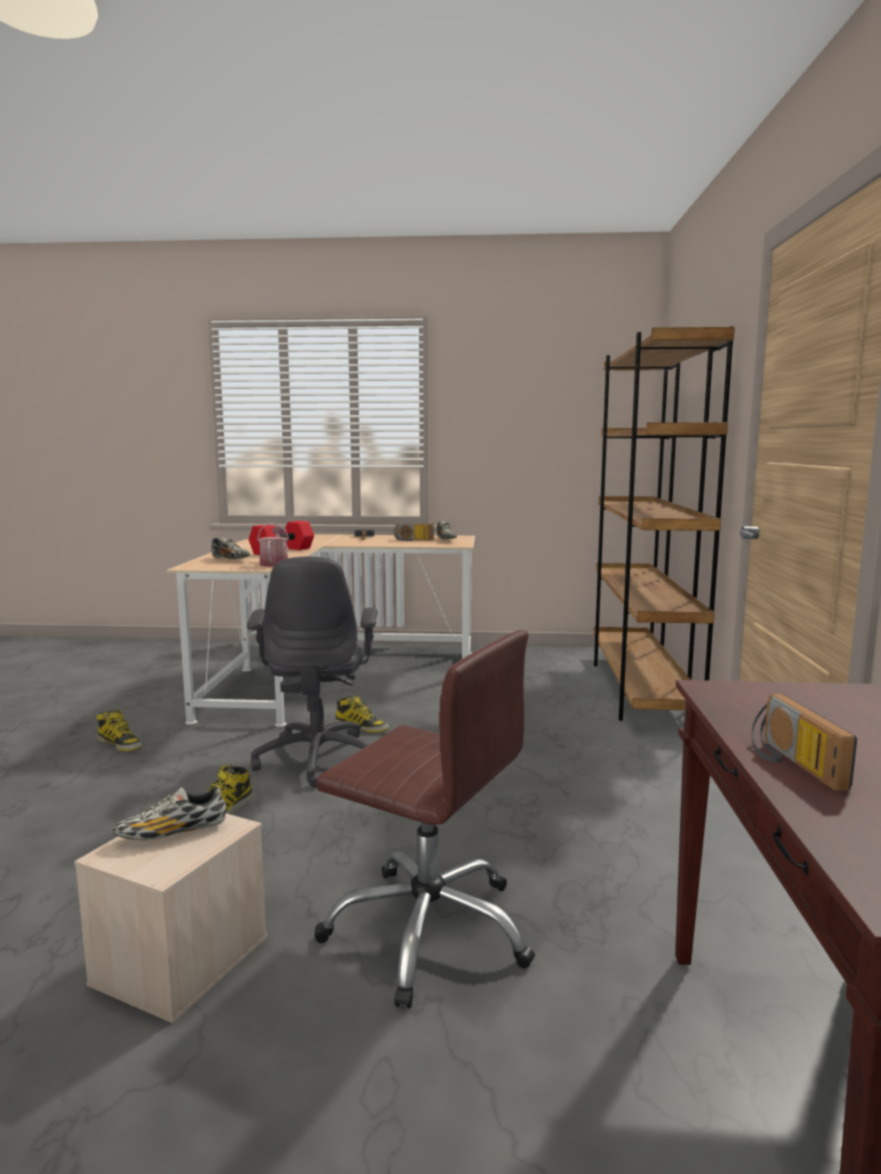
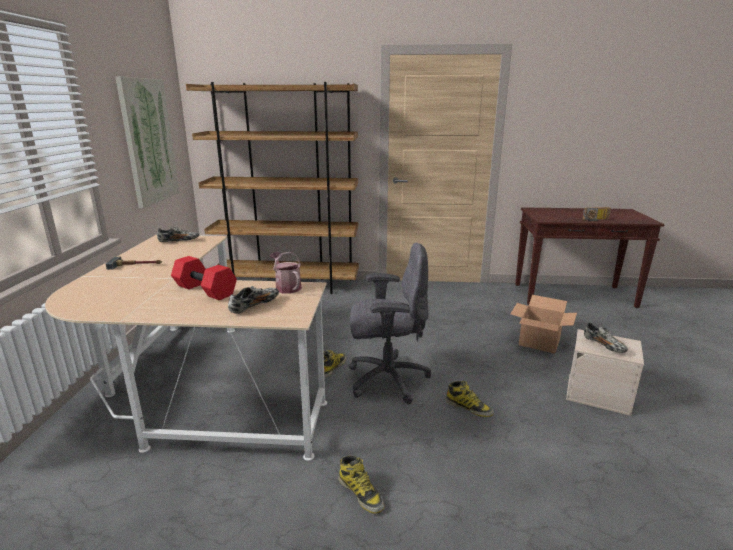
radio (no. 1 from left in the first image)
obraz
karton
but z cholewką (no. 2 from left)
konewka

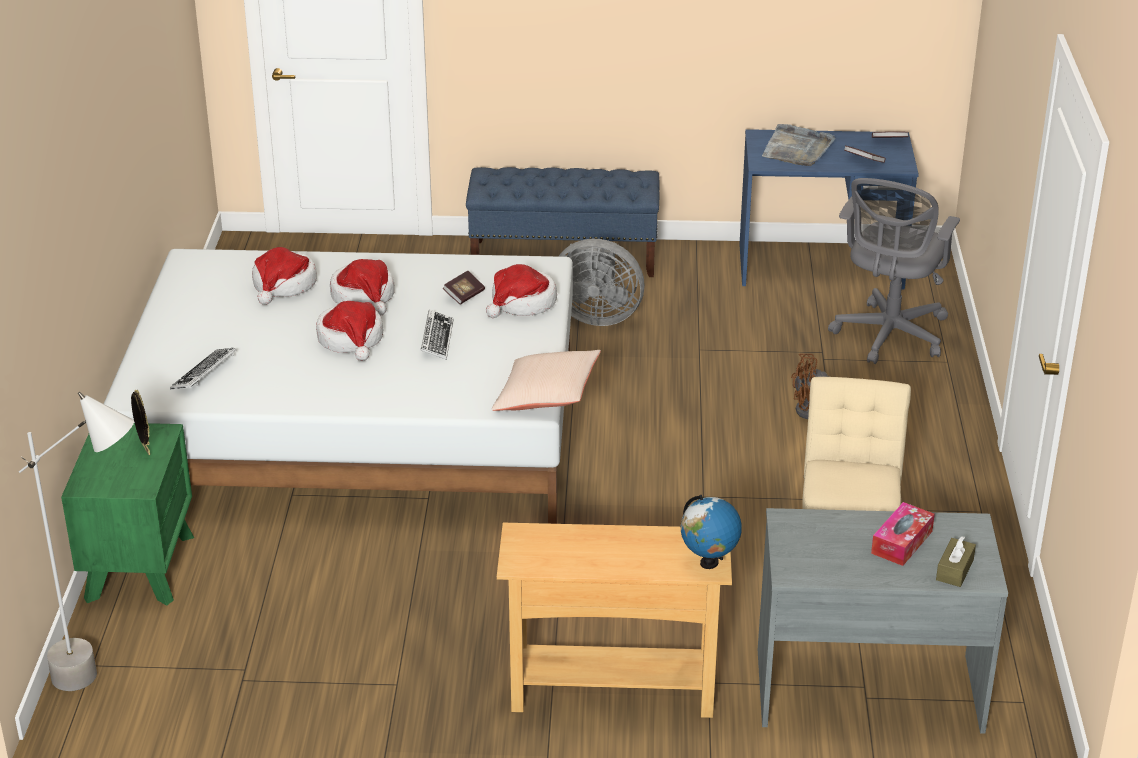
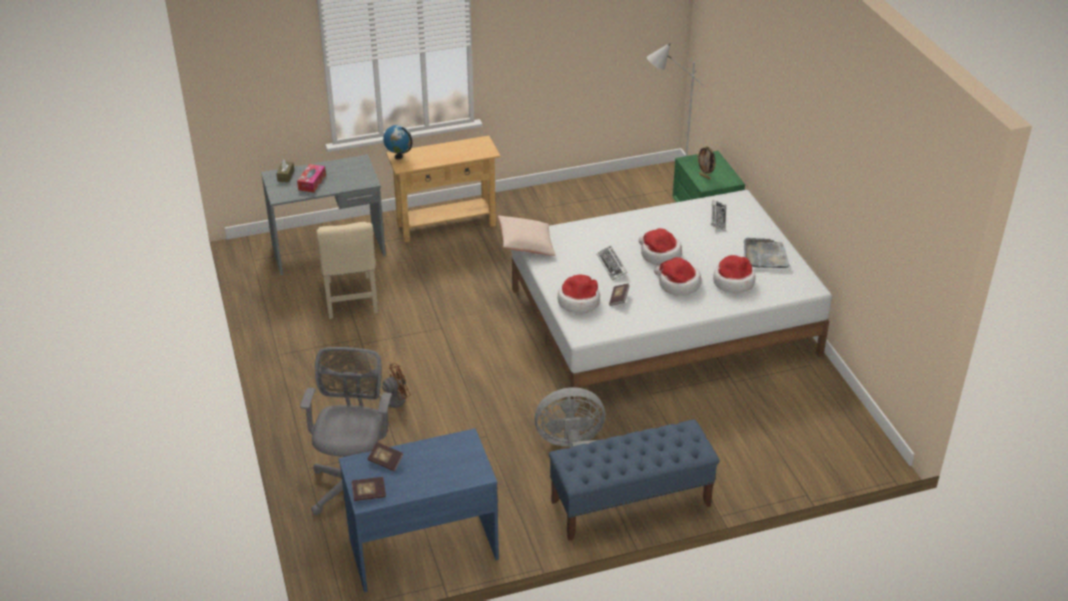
taca [szary]

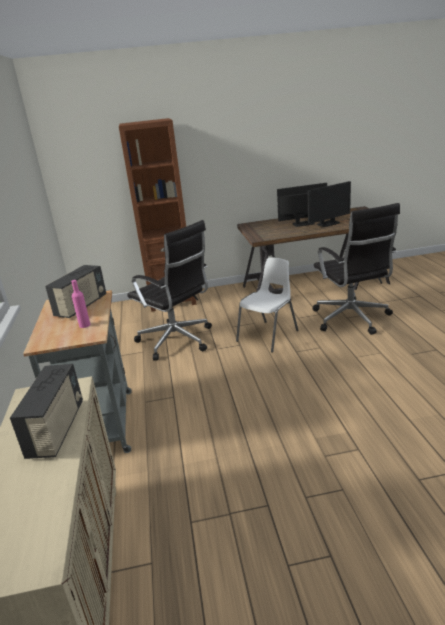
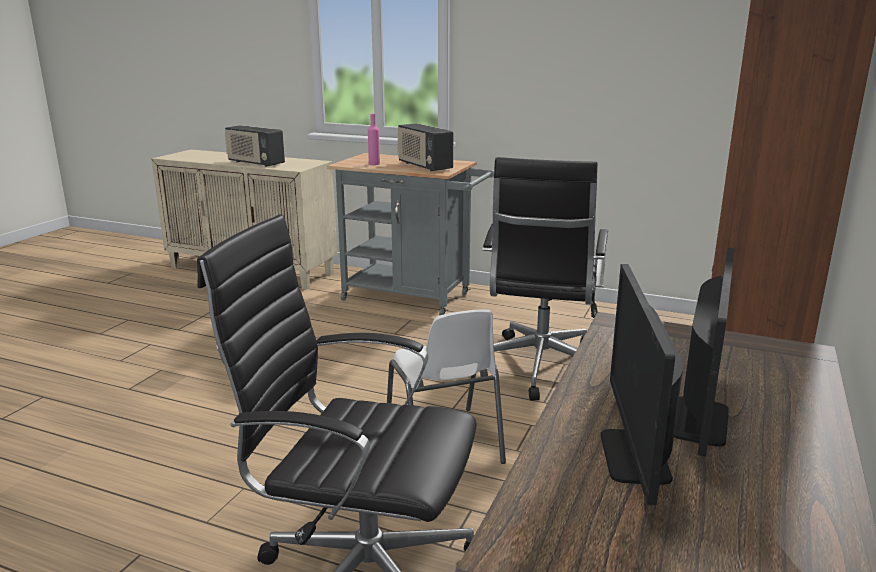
krzesło biurowe [czarny] (no. 2 from left)

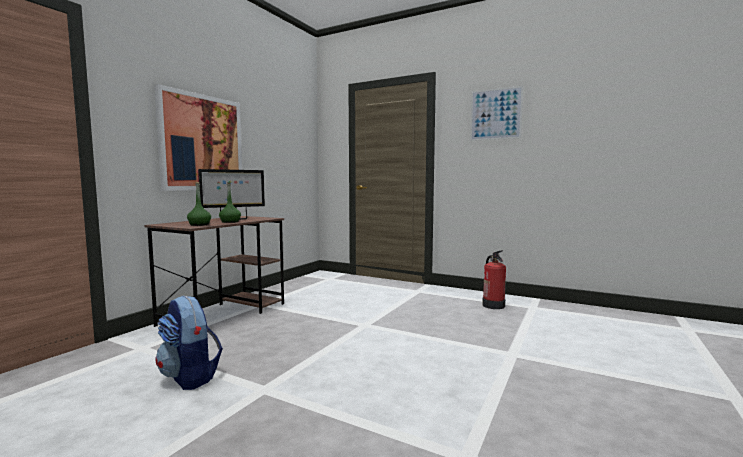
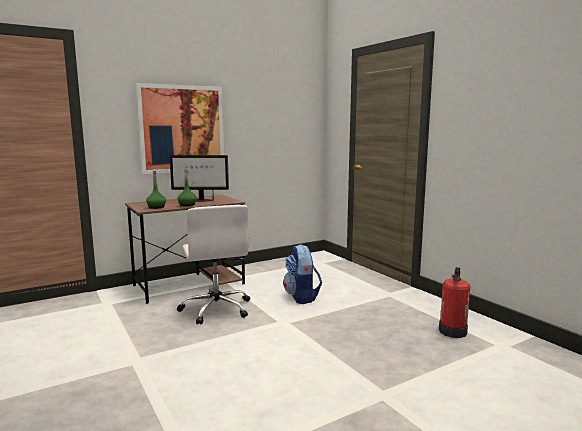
obraz (no. 2 from left in the first image)
krzesło biurowe [biały]
plecak

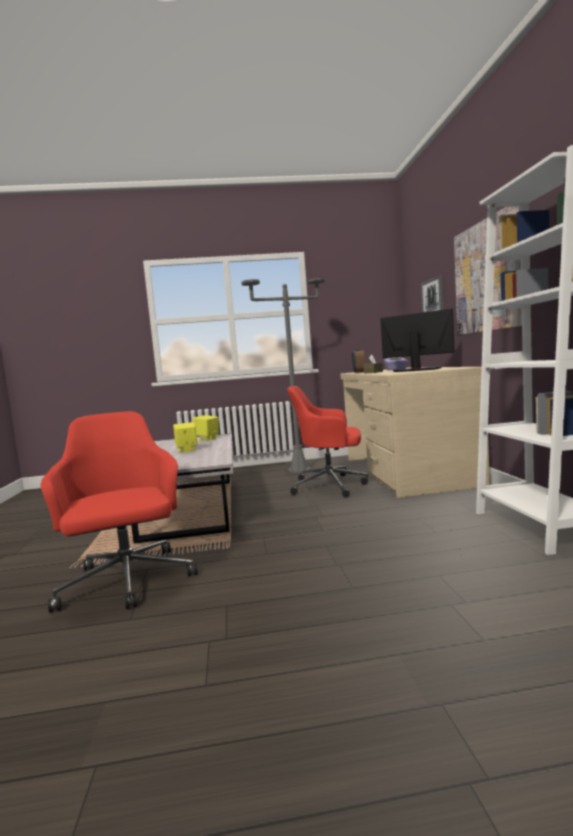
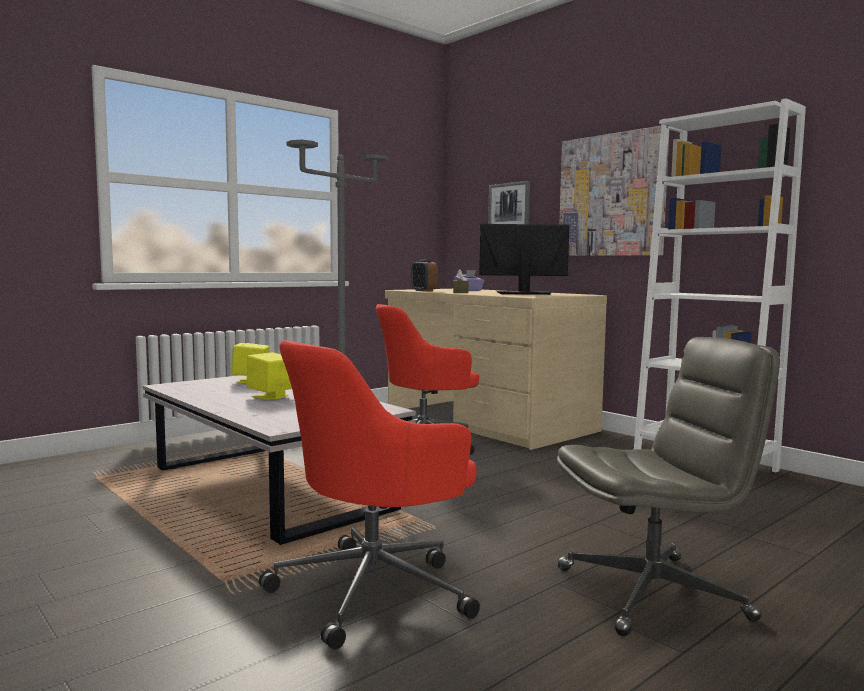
krzesło biurowe [szary]
krzesło biurowe [czerwony] (no. 1 from left)

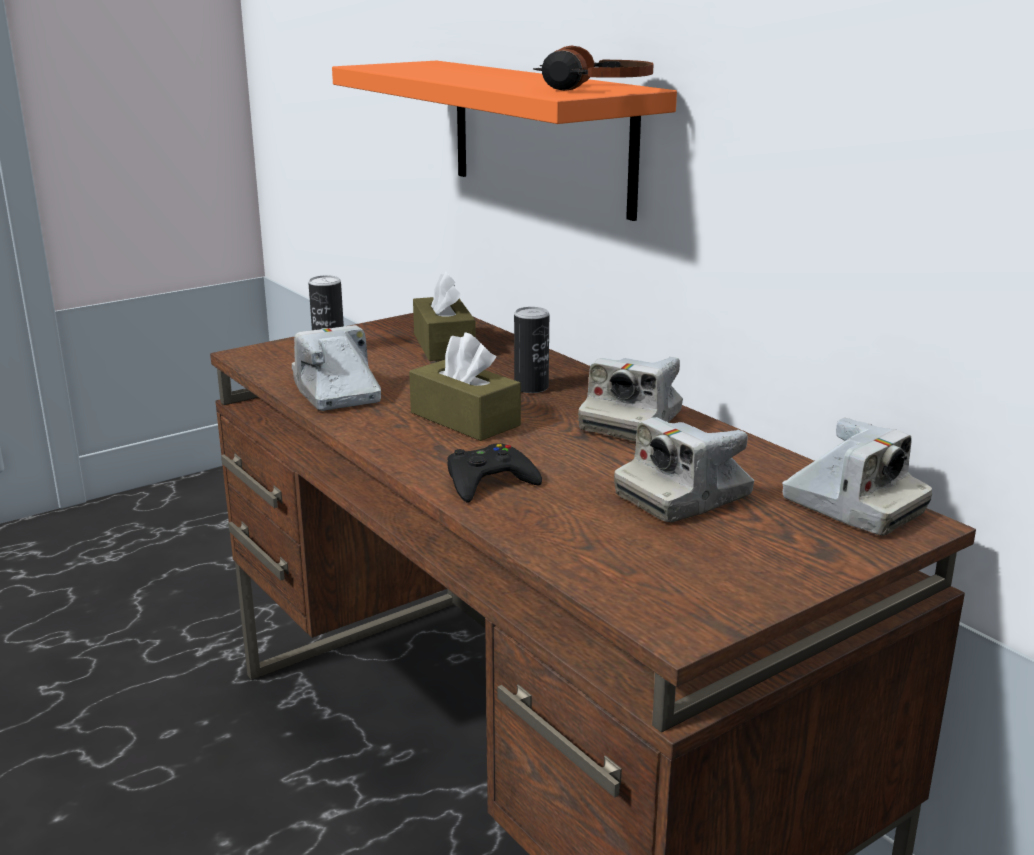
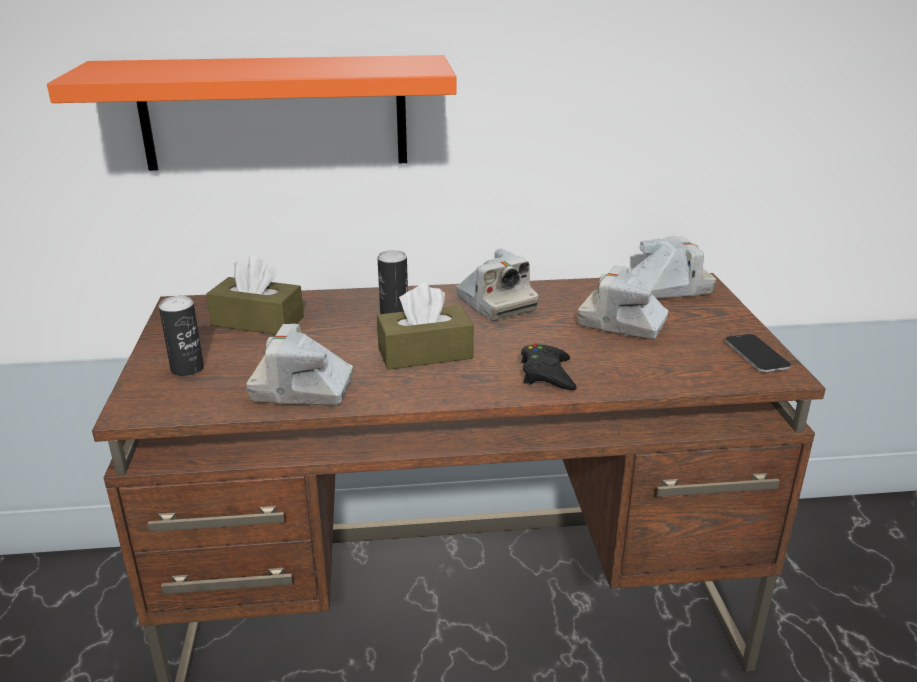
słuchawki
telefon
aparat fotograficzny (no. 3 from left)

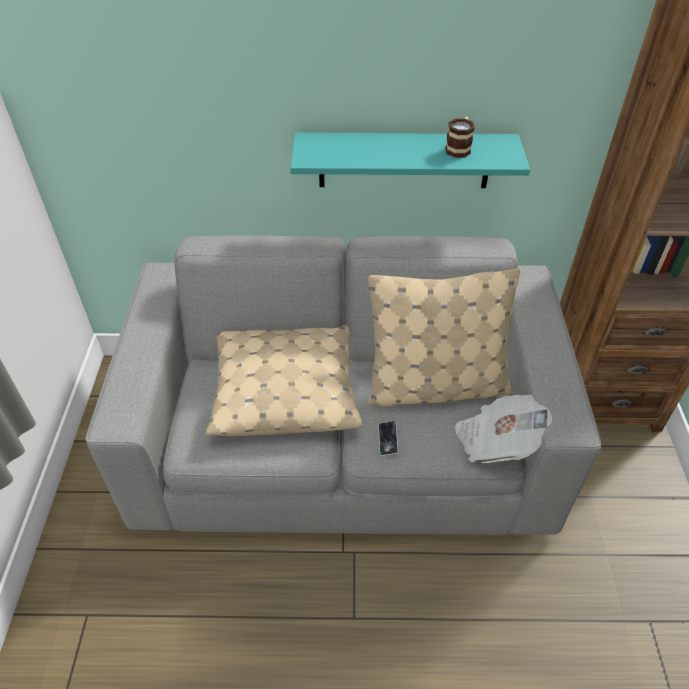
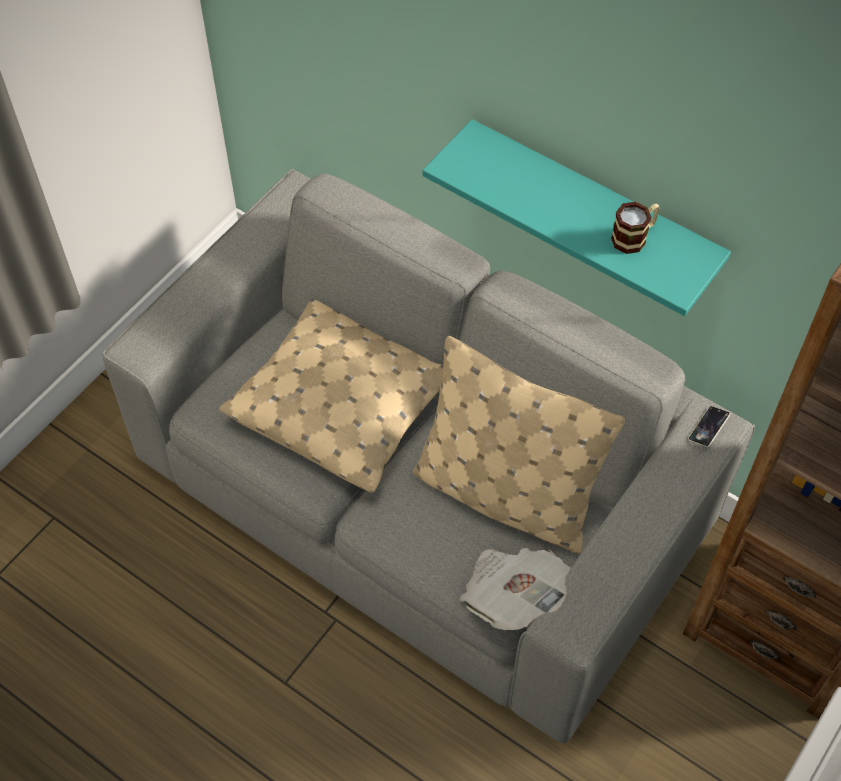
telefon

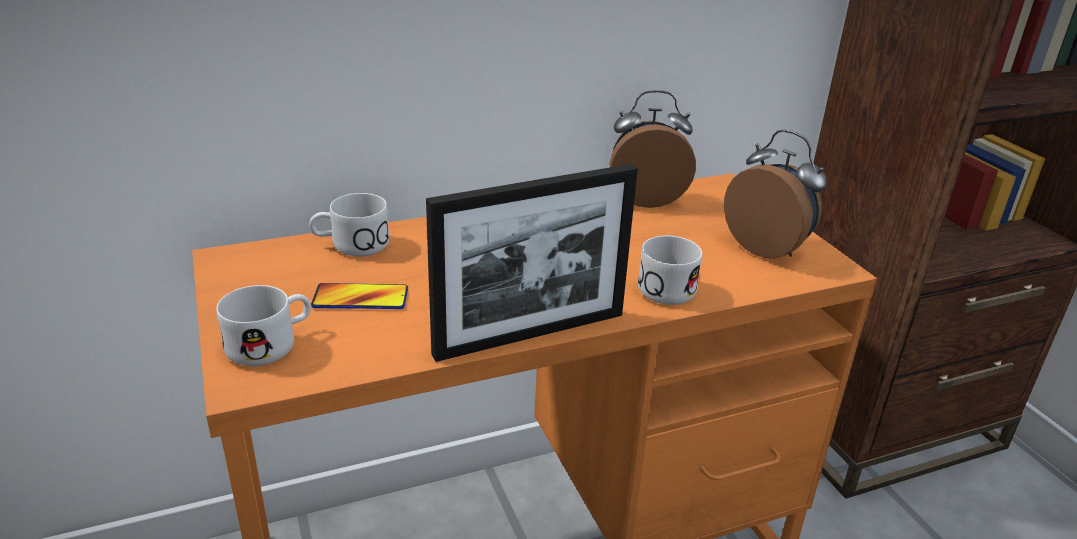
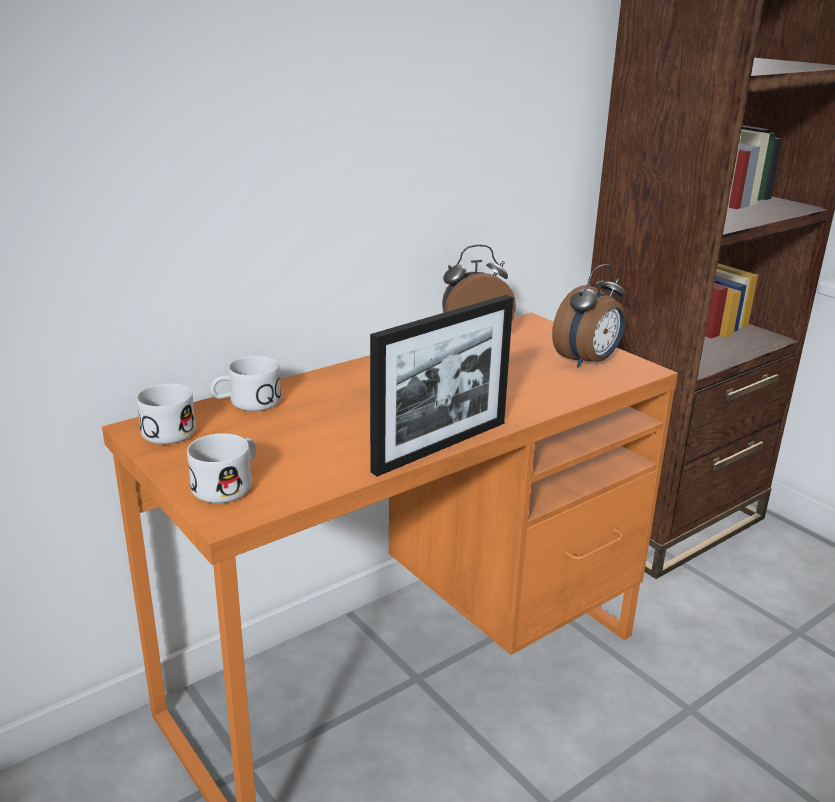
telefon
kubek [biały] (no. 1 from left)
budzik (no. 2 from left)

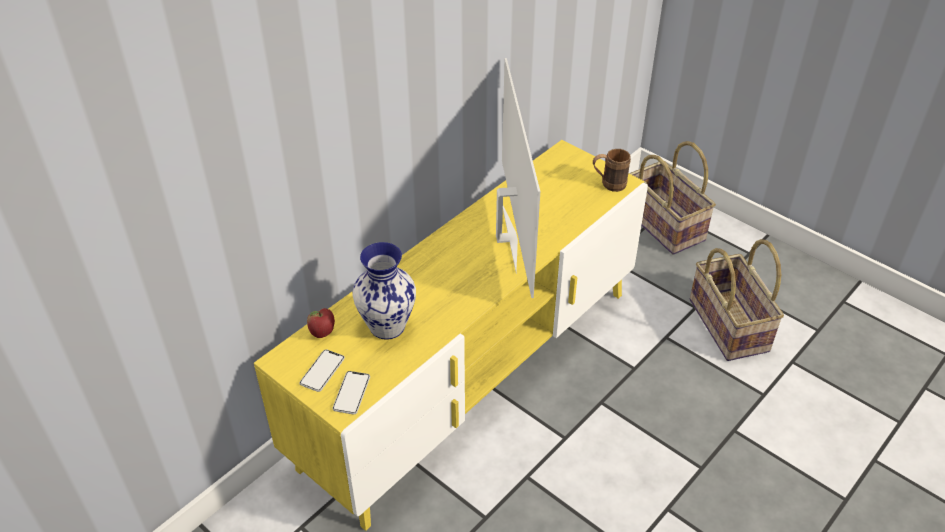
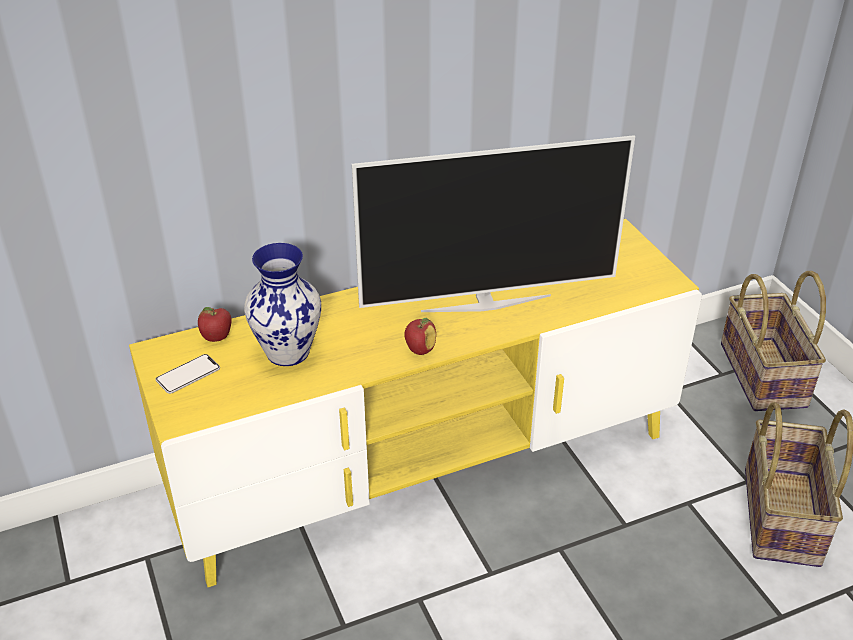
telefon (no. 2 from left in the first image)
kubek [brązowy]
jabłko (no. 2 from left)
telewizor

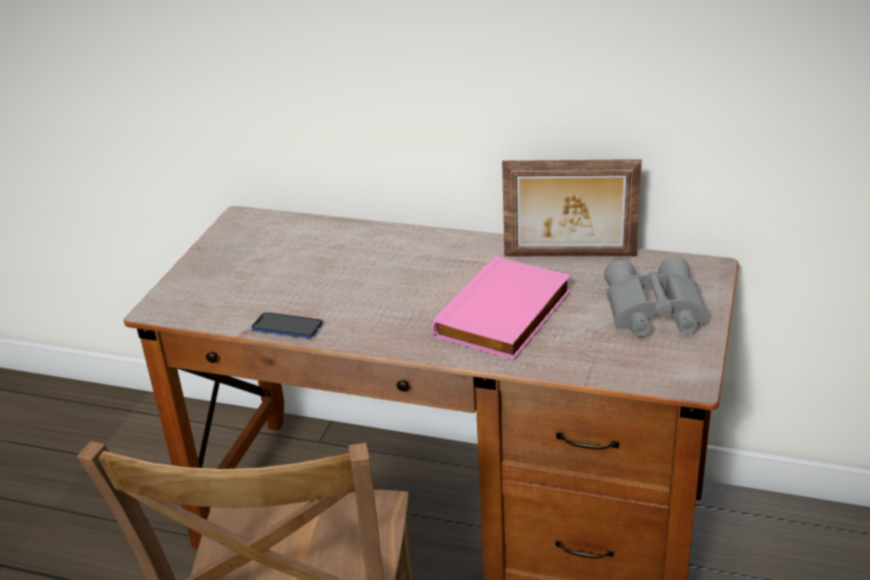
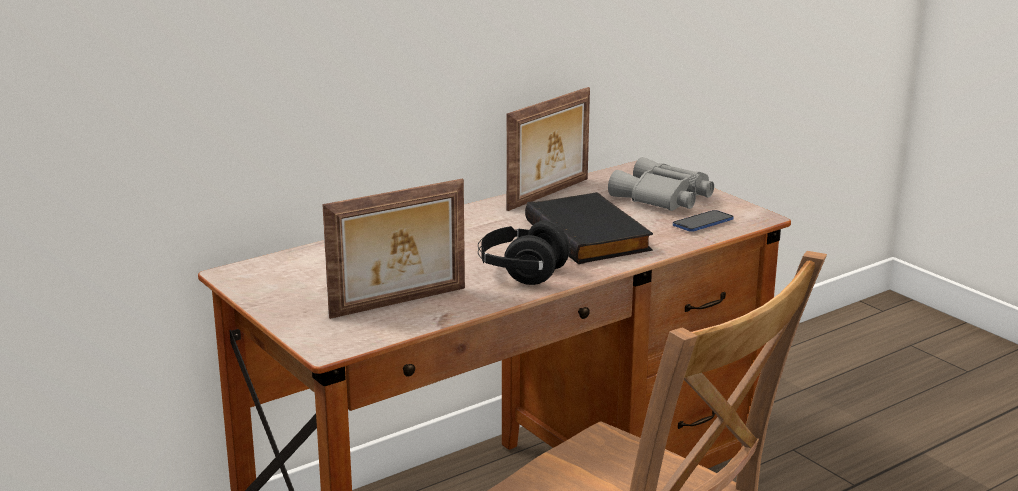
ramka na zdjęcie (no. 1 from left)
słuchawki [czarny]
telefon
książka [czarny]

